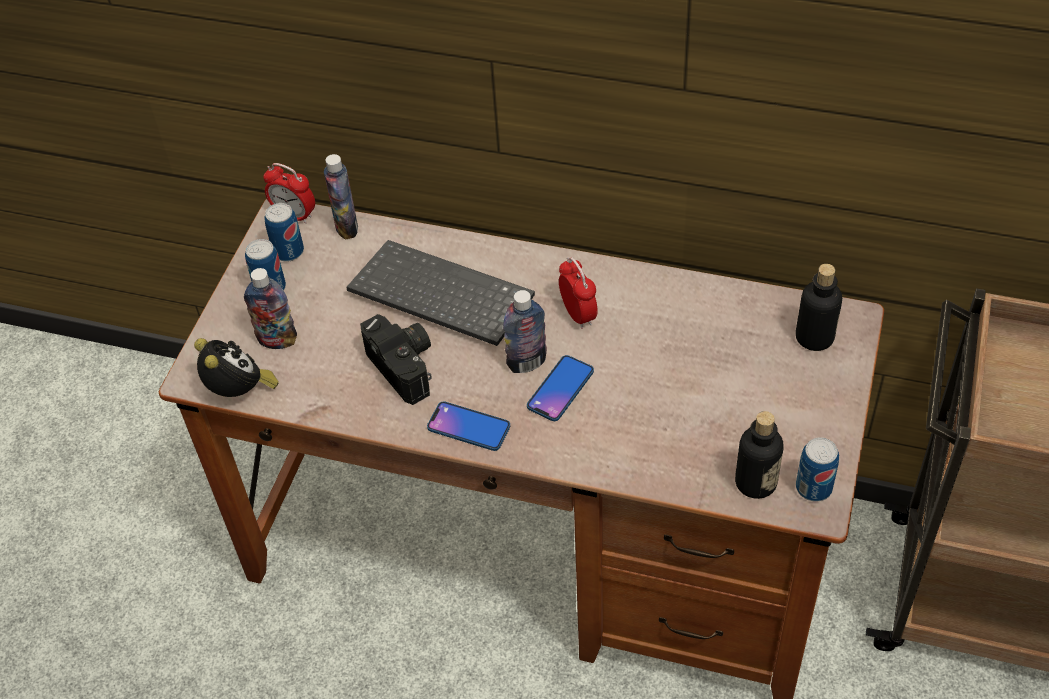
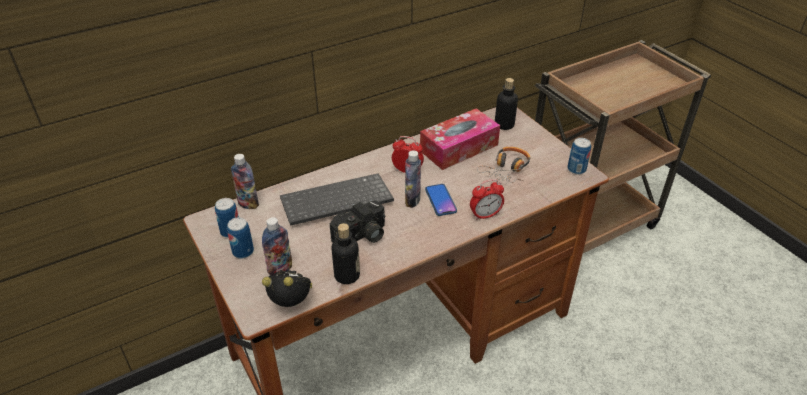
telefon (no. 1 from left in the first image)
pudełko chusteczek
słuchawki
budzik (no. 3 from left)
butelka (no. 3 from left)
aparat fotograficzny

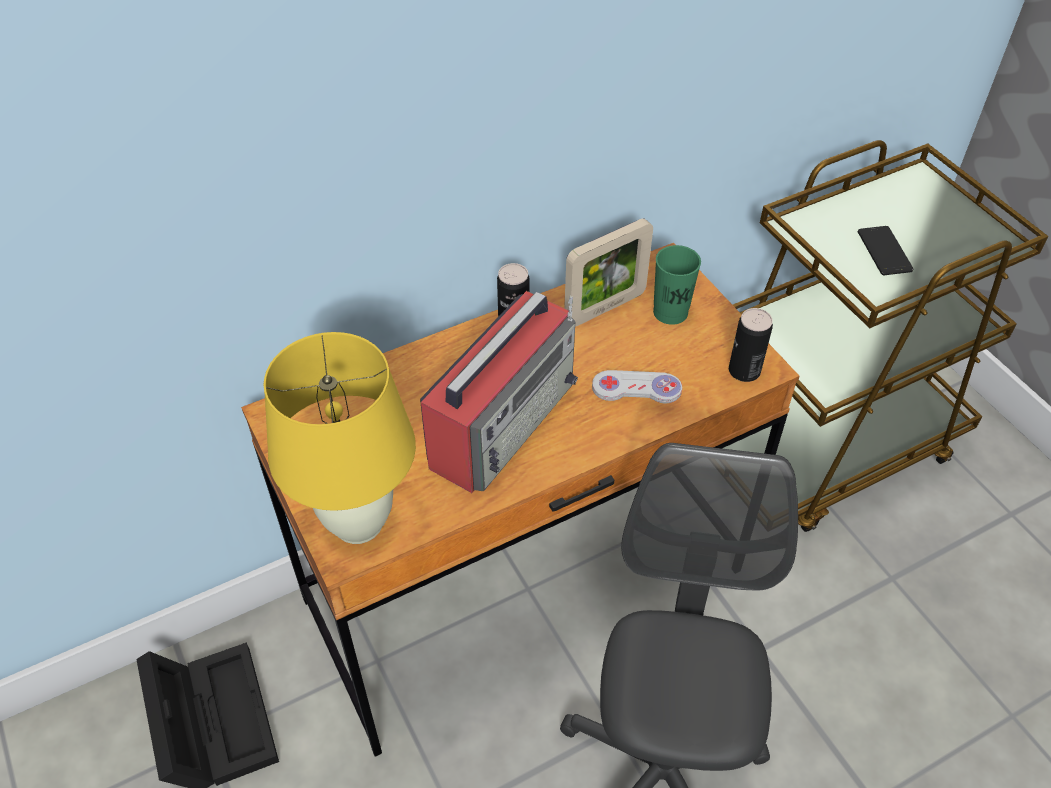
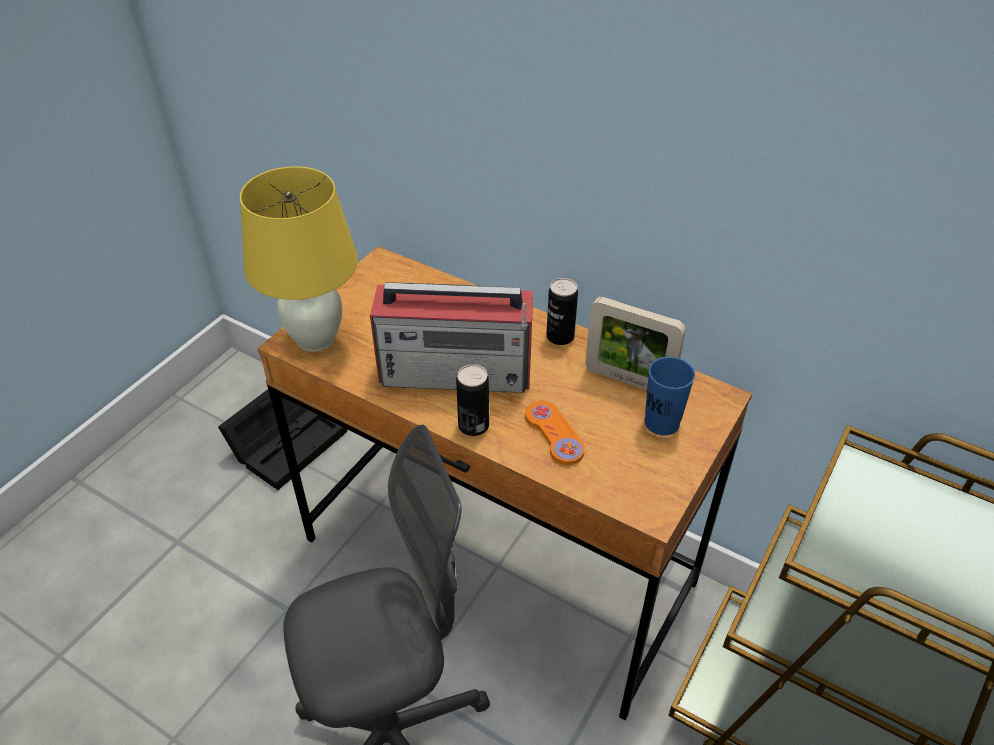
telefon
puszka (no. 1 from left)
pad do gier [pomarańczowy]
filiżanka [niebieski]

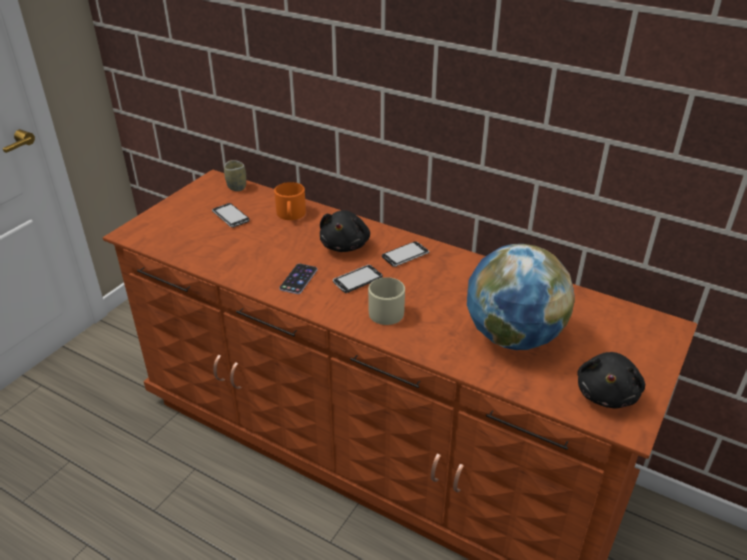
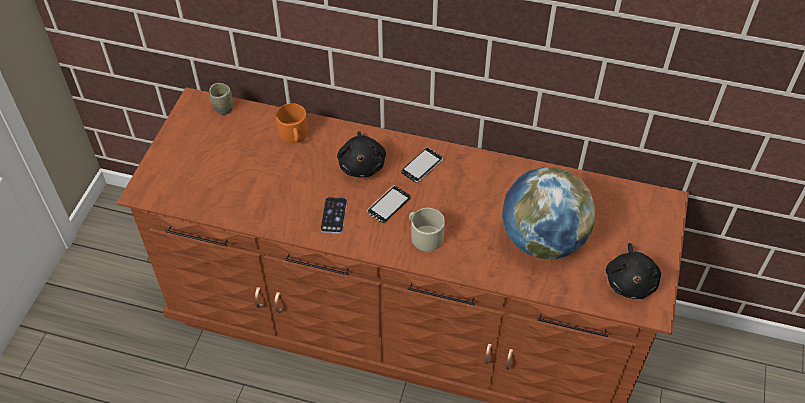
telefon (no. 1 from left in the first image)

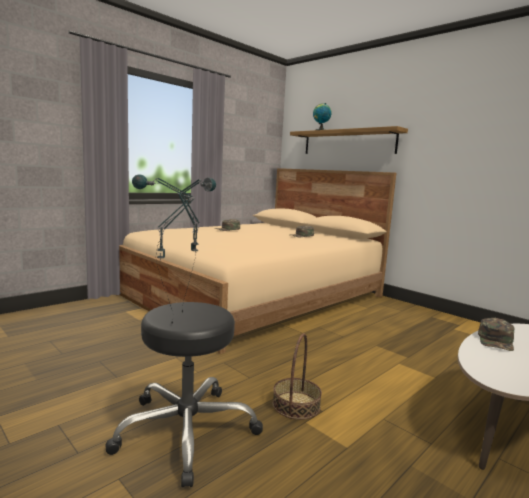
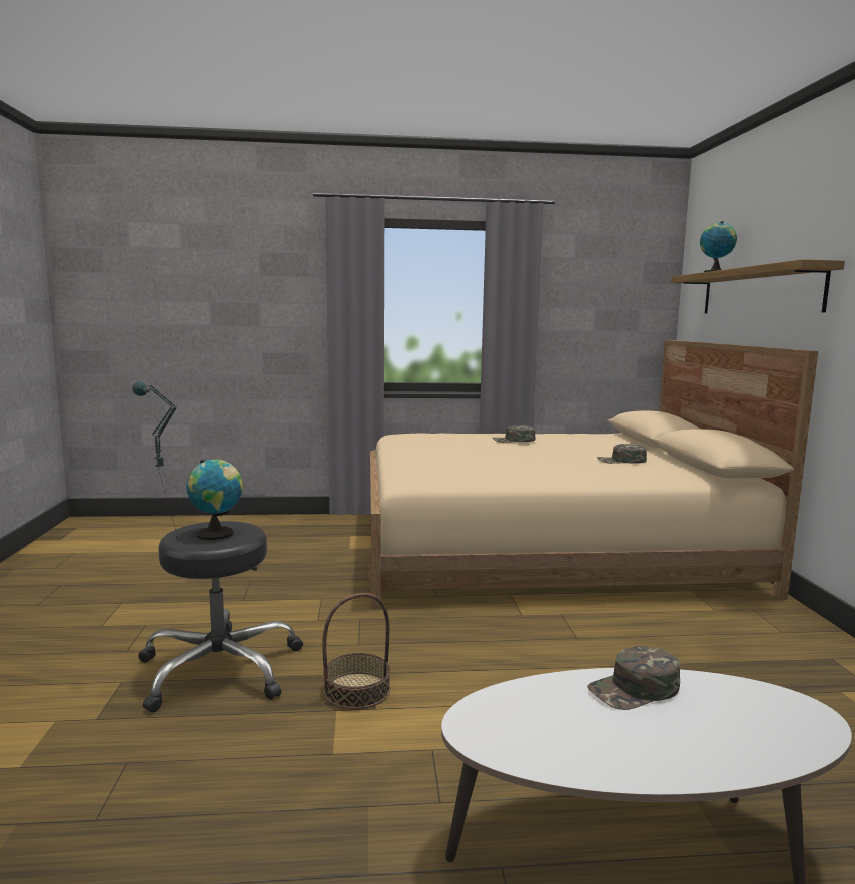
globus (no. 1 from left)

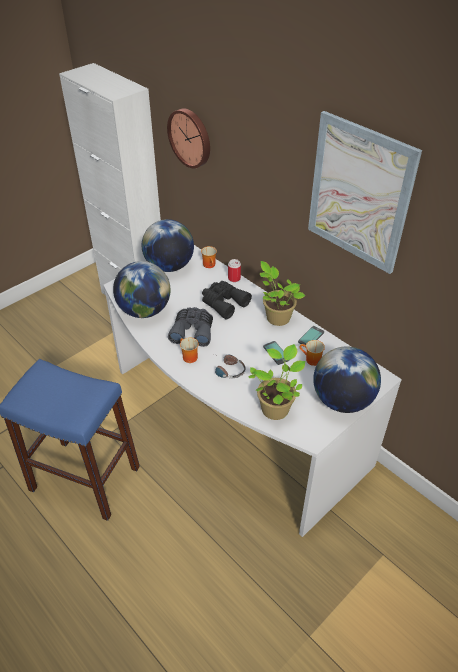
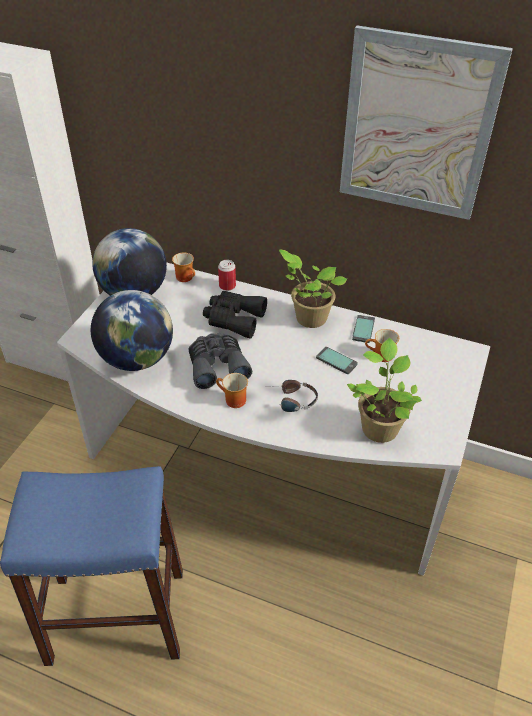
zegar ścienny
globus (no. 3 from left in the first image)

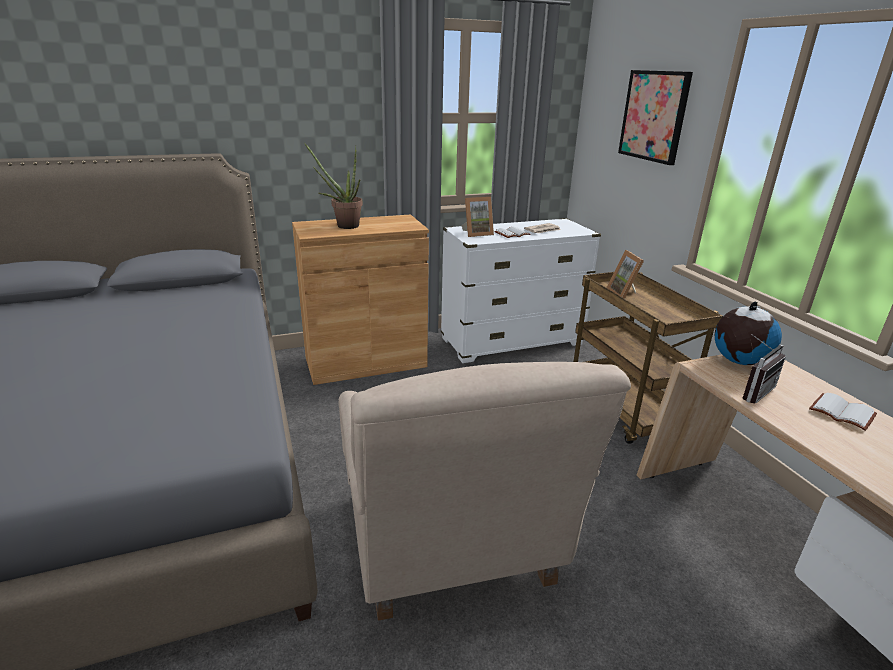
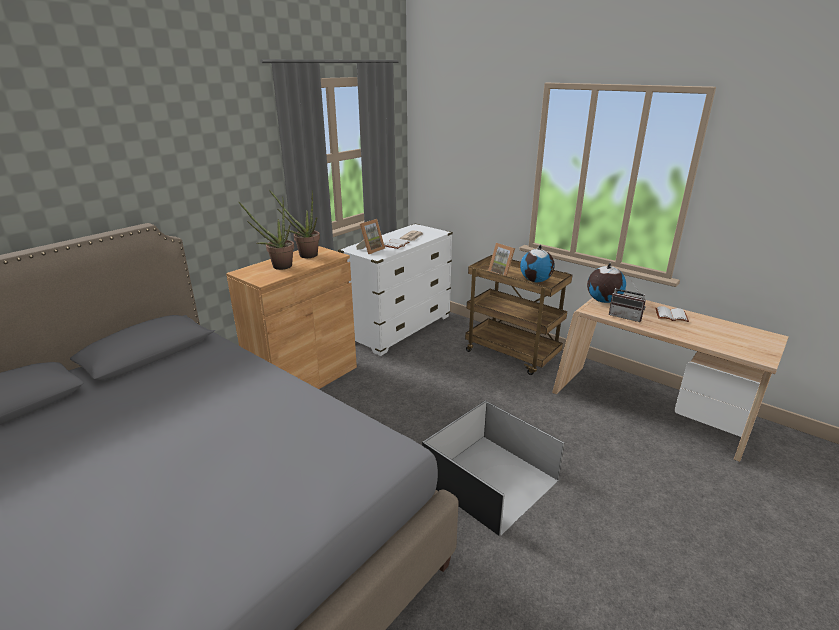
obraz
roślina doniczkowa (no. 2 from left)
globus (no. 1 from left)
pojemnik do przechowywania [czarny]
radio

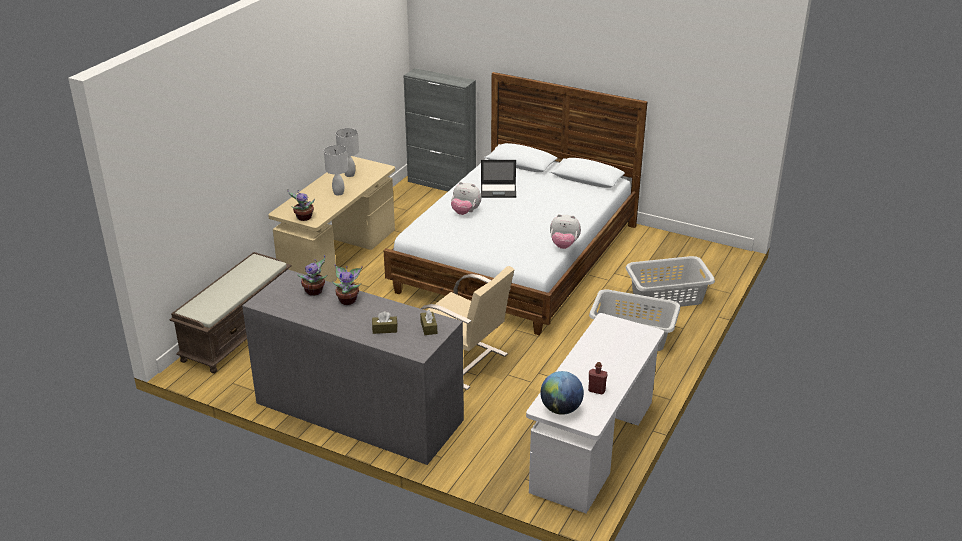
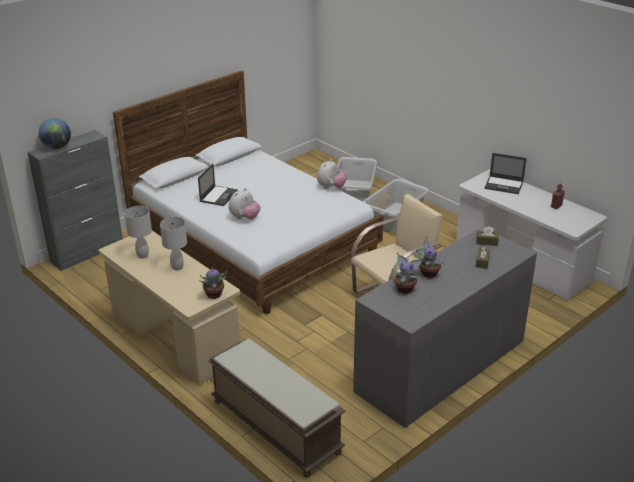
laptop (no. 2 from left)
globus

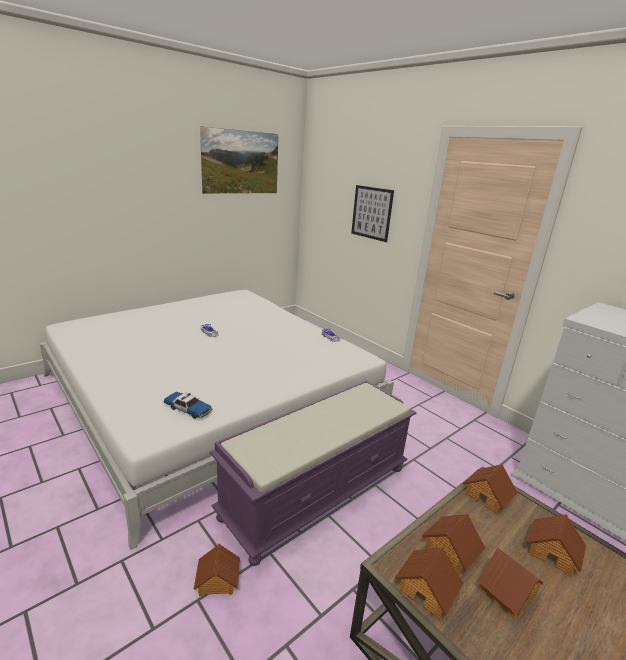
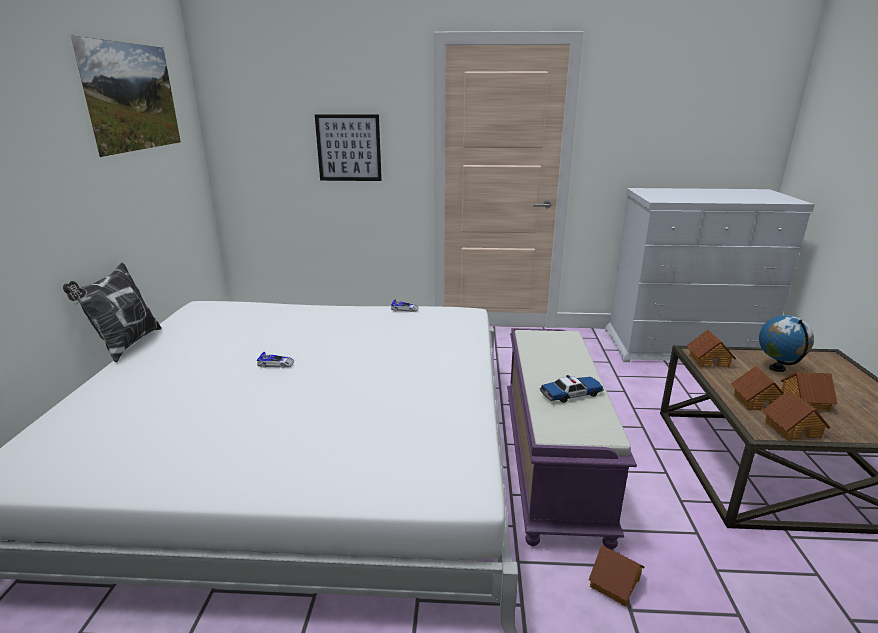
poduszka
samochodzik (no. 3 from left)
globus

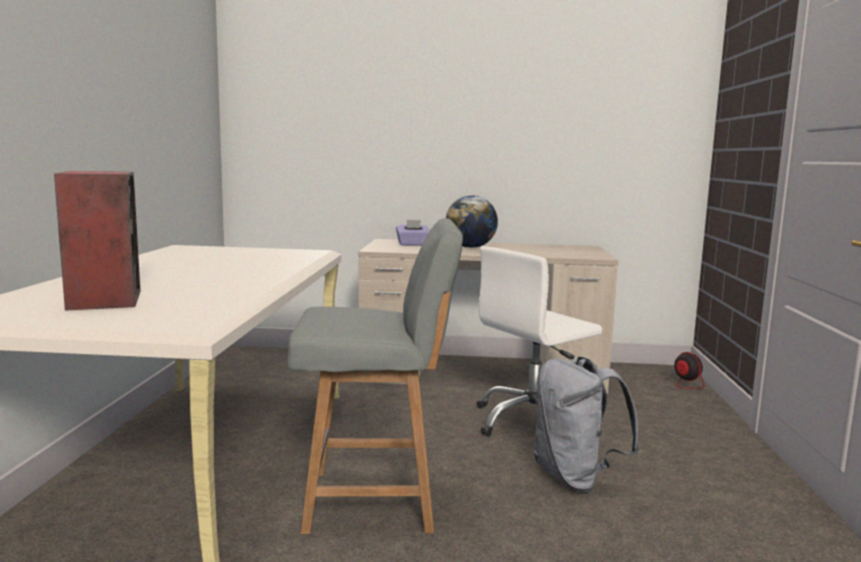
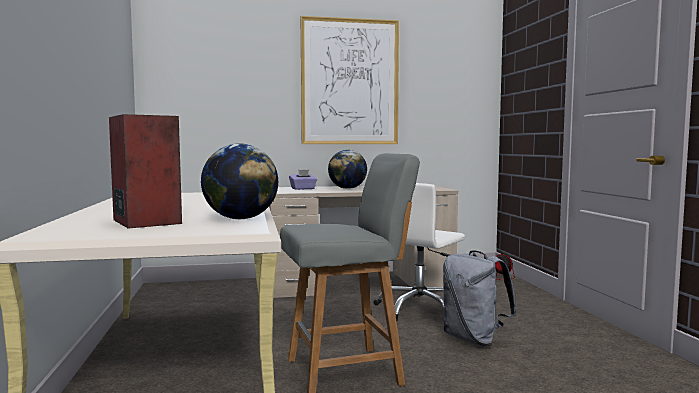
globus (no. 1 from left)
obraz

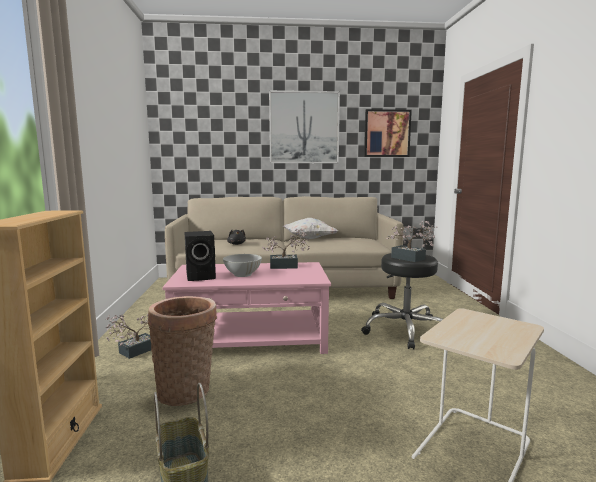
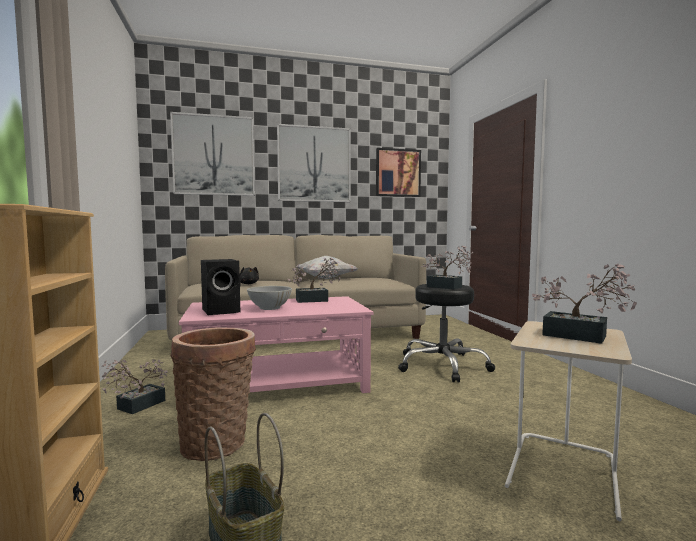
obraz (no. 1 from left)
roślina doniczkowa (no. 4 from left)

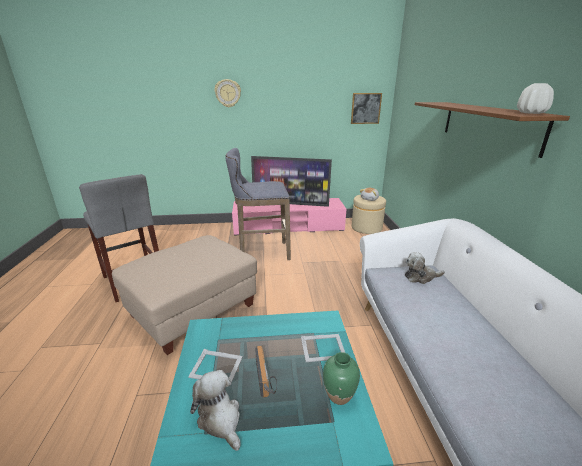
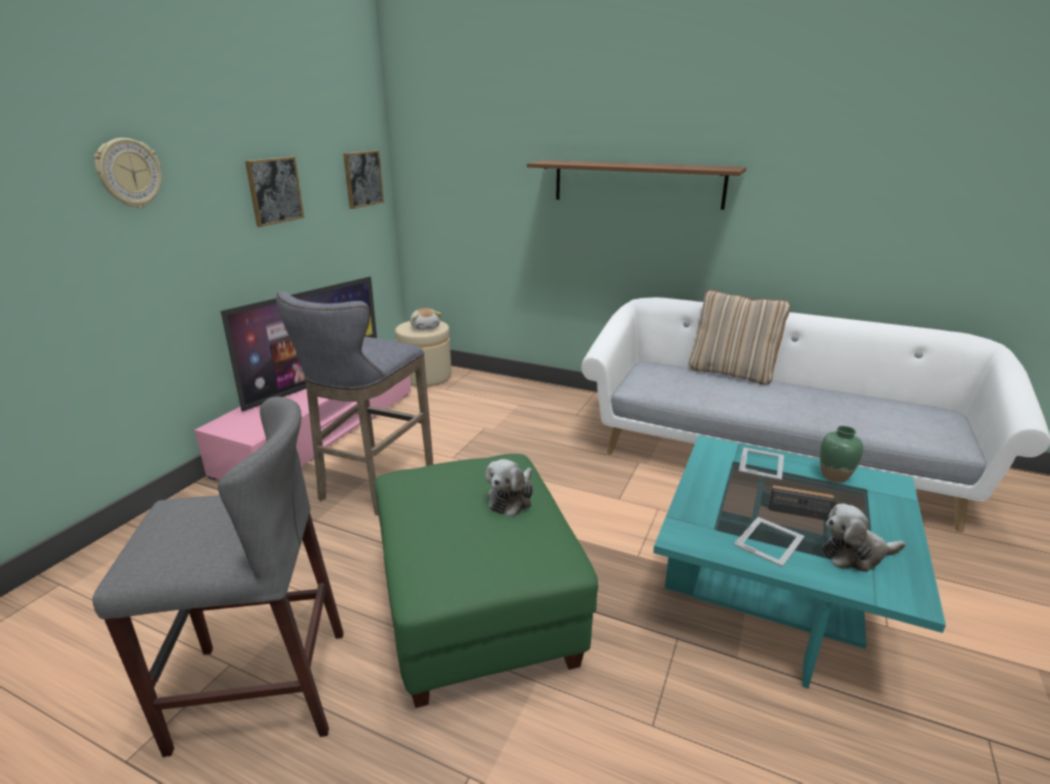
wazon [biały]
obraz (no. 1 from left)
poduszka [beżowy]
pluszak (no. 2 from left)
pufa [zielony]

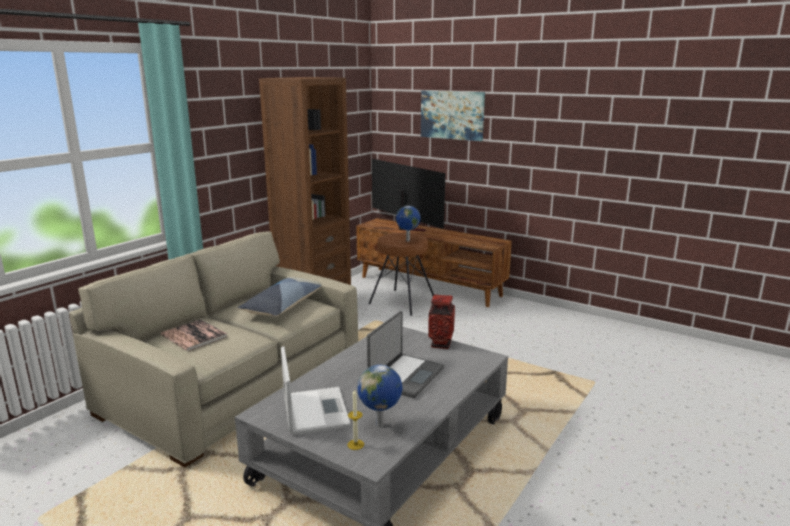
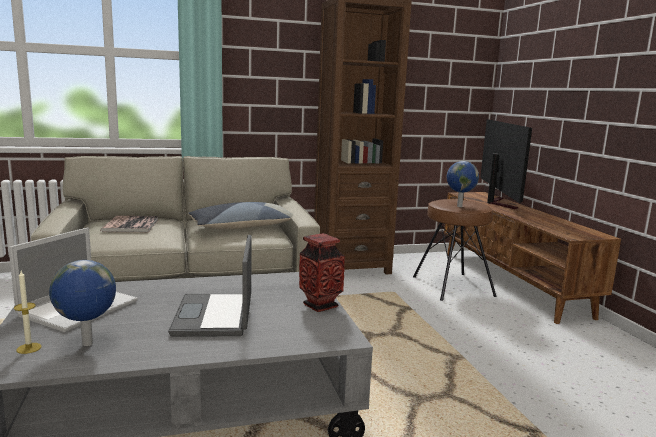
obraz
laptop (no. 2 from left)

